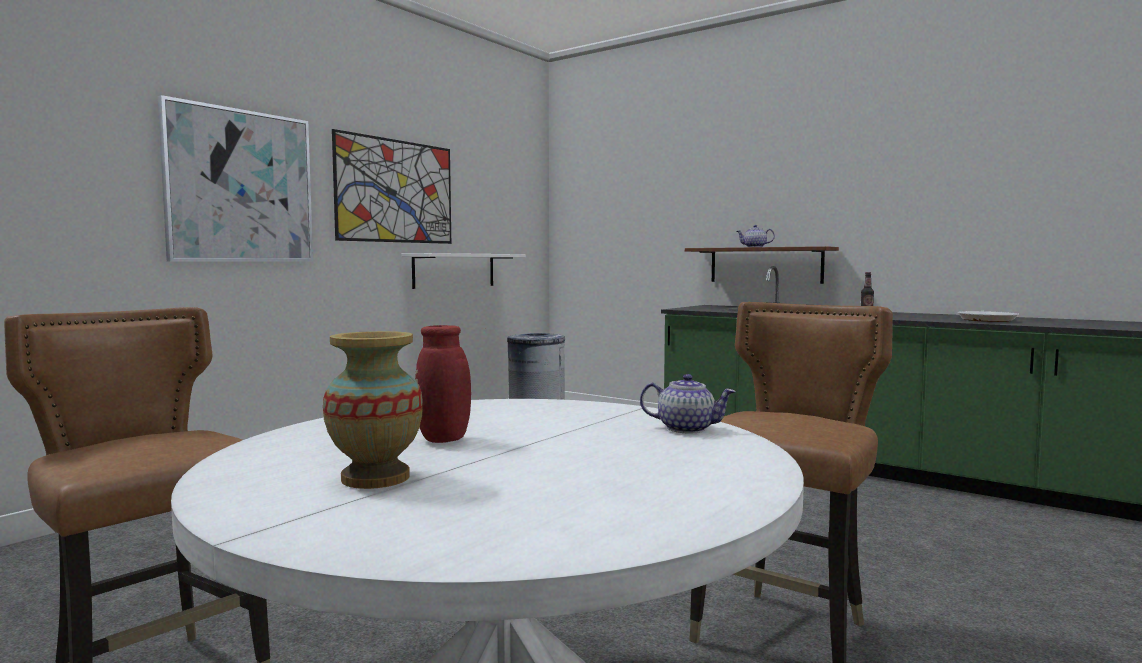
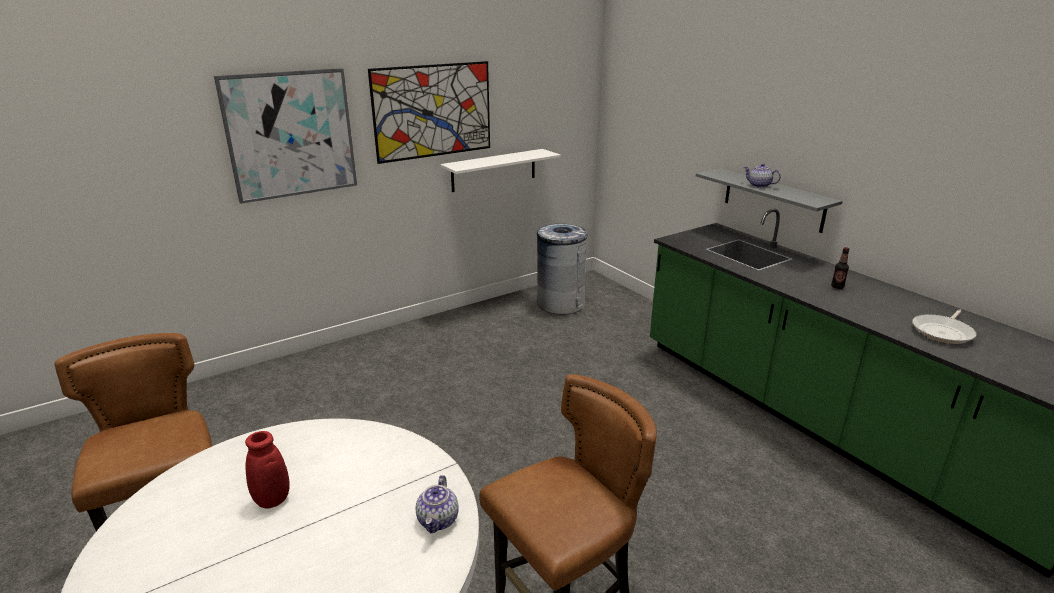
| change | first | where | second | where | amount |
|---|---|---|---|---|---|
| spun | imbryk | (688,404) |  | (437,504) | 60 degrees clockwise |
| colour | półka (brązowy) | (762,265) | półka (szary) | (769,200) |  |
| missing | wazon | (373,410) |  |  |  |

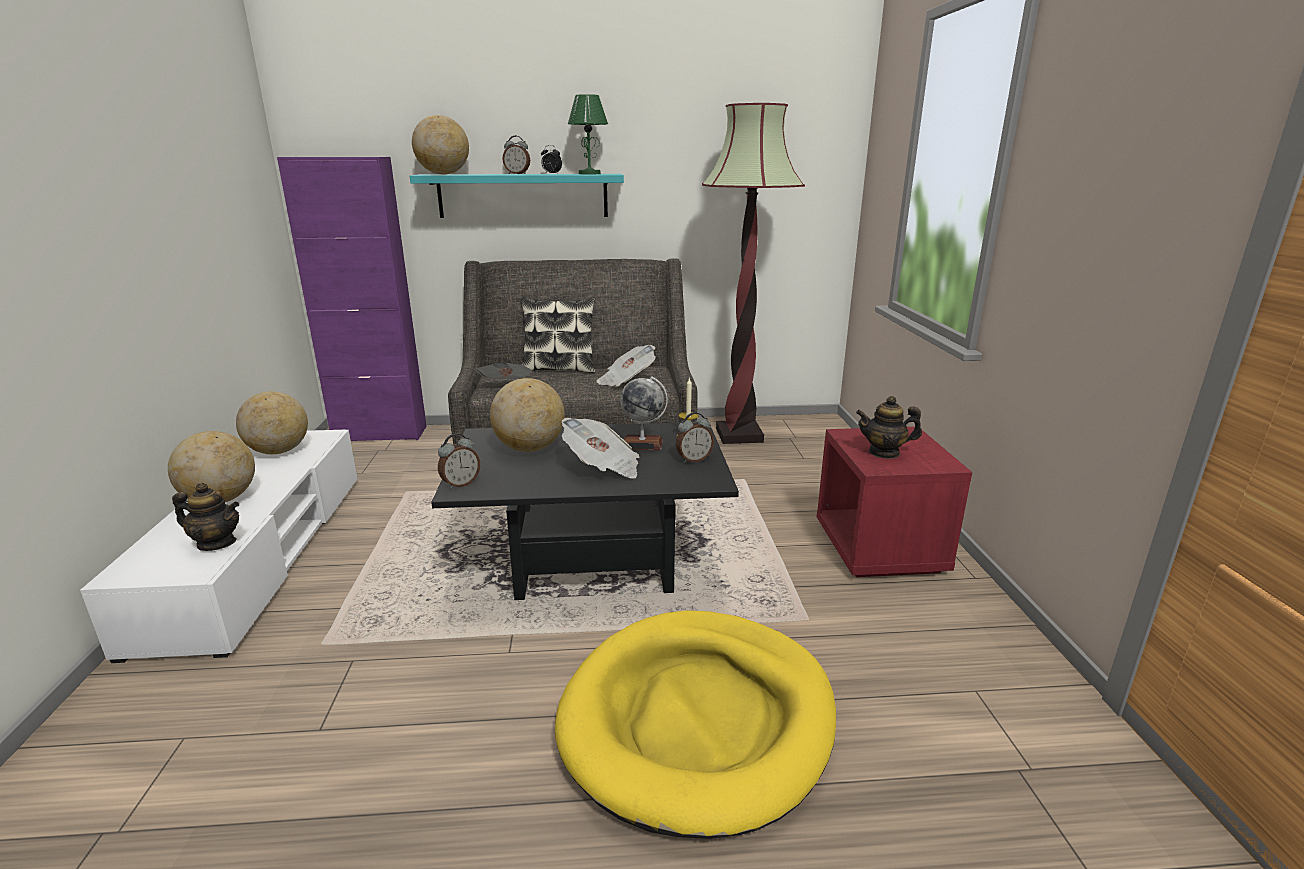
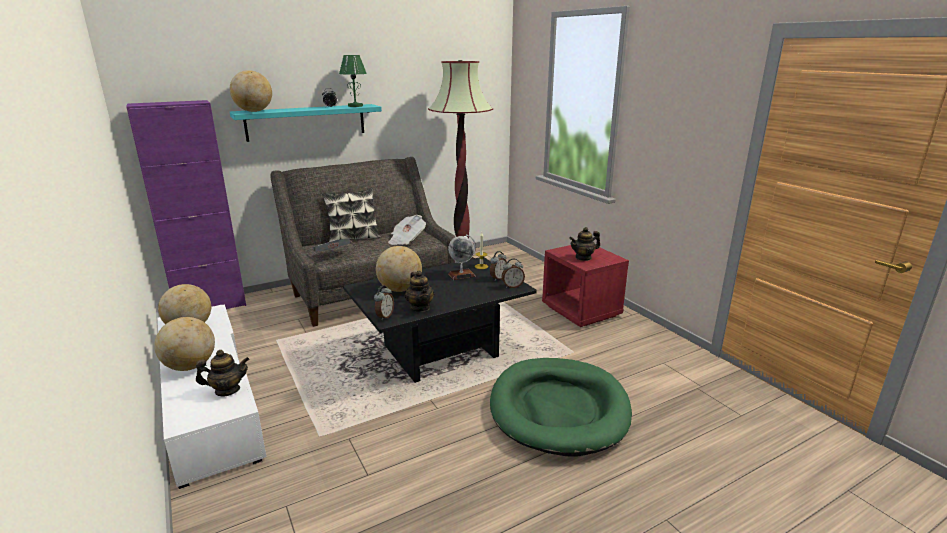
| change | first | where | second | where | amount |
|---|---|---|---|---|---|
| appeared |  |  | imbryk | (419,291) |  |
| colour | legowisko (żółty) | (695,724) | legowisko (zielony) | (561,407) |  |
| relocated | budzik | (516,155) |  | (513,273) |  |
| missing | gazeta | (600,448) |  |  |  |

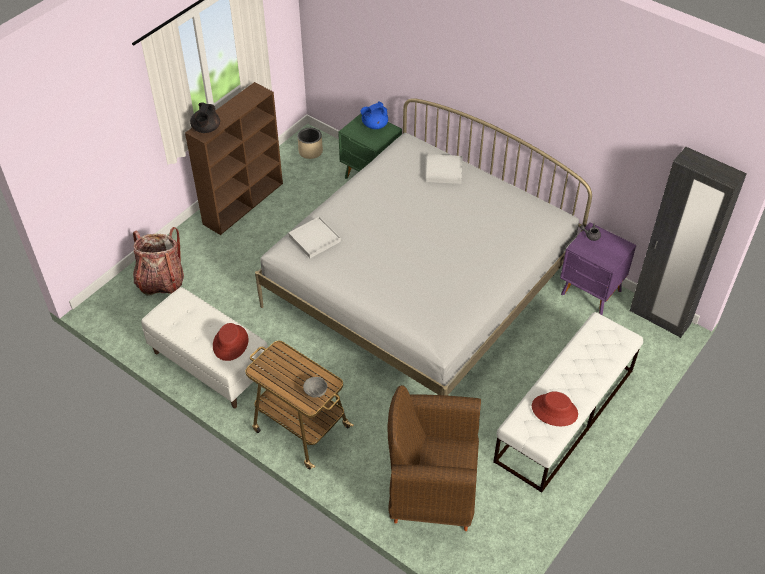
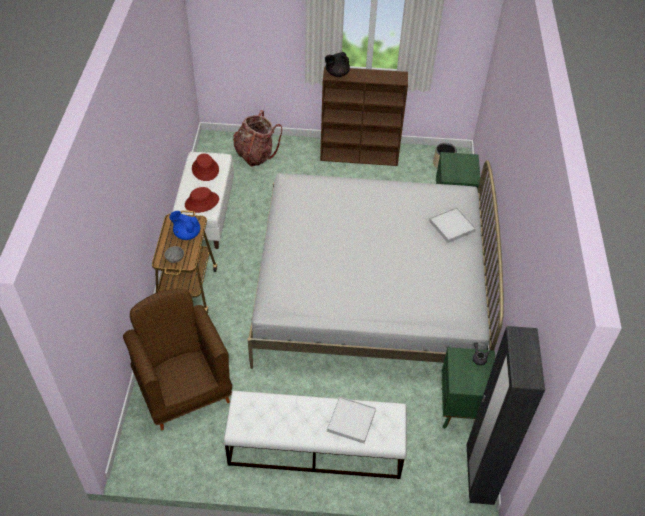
| change | first | where | second | where | amount |
|---|---|---|---|---|---|
| relocated | imbryk (niebieski) | (374,115) |  | (184,225) |  |
| relocated | kapelusz (czerwony) | (555,408) |  | (205,167) |  |
| relocated | taca (biały) | (314,237) |  | (351,419) |  |
| colour | szafka nocna (fioletowy) | (598,268) | szafka nocna (zielony) | (468,388) |  |

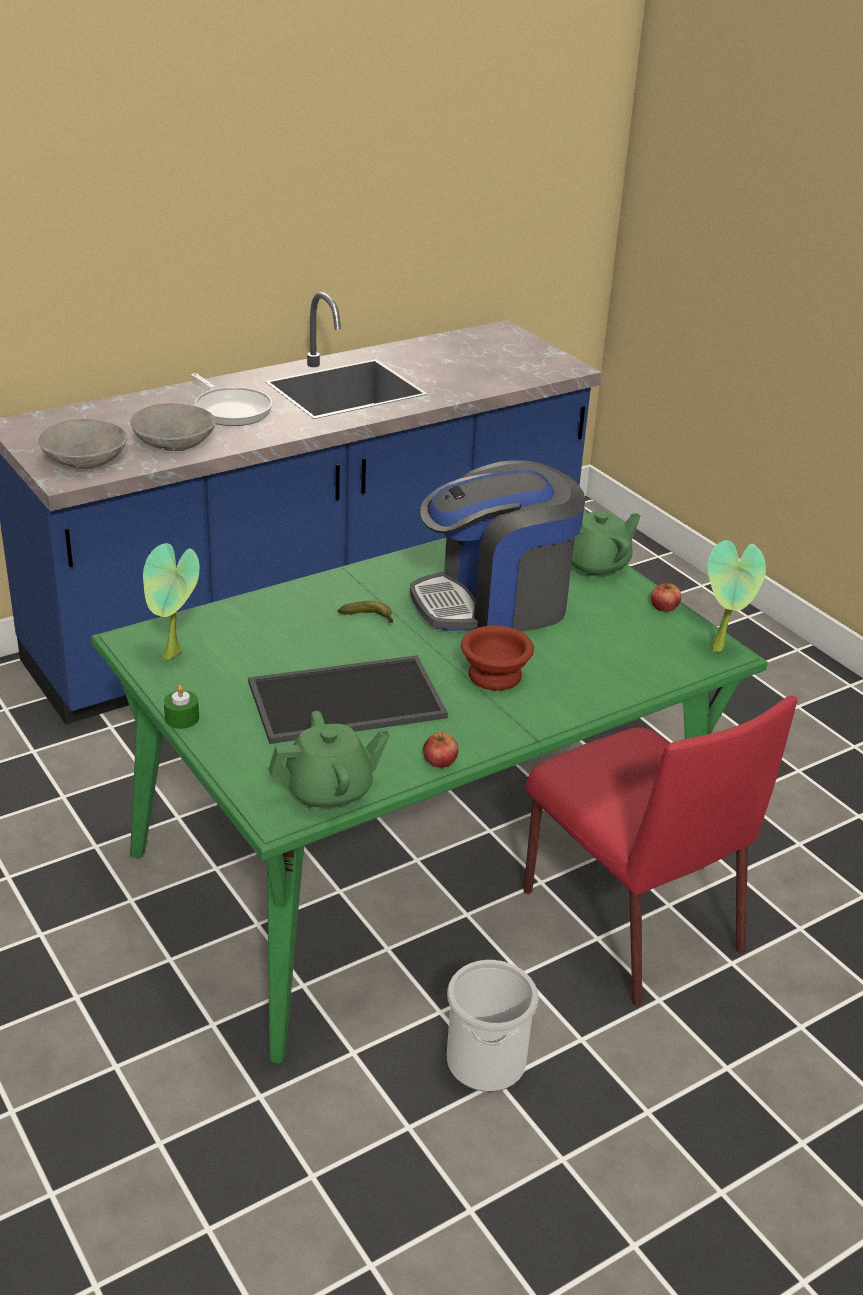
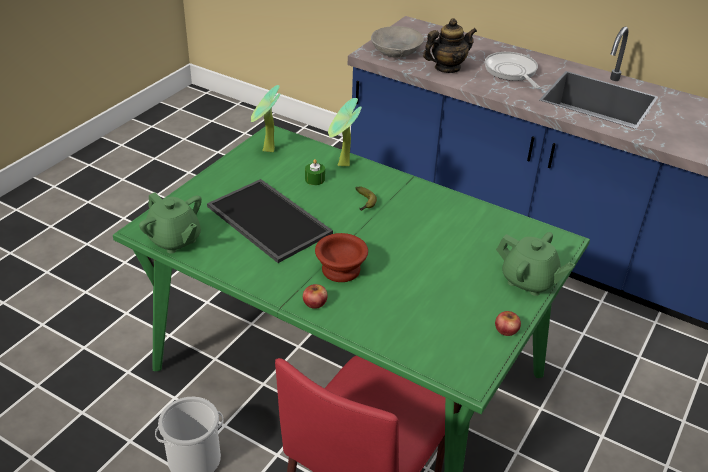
| change | first | where | second | where | amount |
|---|---|---|---|---|---|
| relocated | jabłko | (440,750) |  | (315,296) |  |
| relocated | świeca (zielony) | (181,707) |  | (315,172) |  |
| relocated | roślina doniczkowa | (736,596) |  | (345,132) |  |
| exchanged | miska (szary) | (173,427) | imbryk | (450,45) |  |
| spun | patelnia | (231,399) |  | (512,70) | 135 degrees clockwise |
| missing | ekspres do kawy | (497,546) |  |  |  |

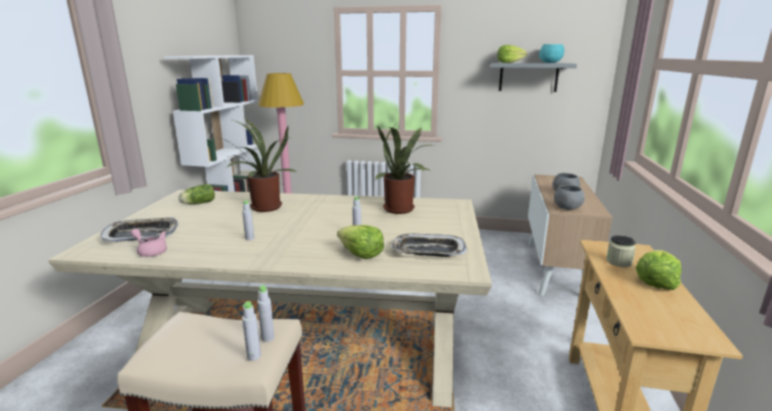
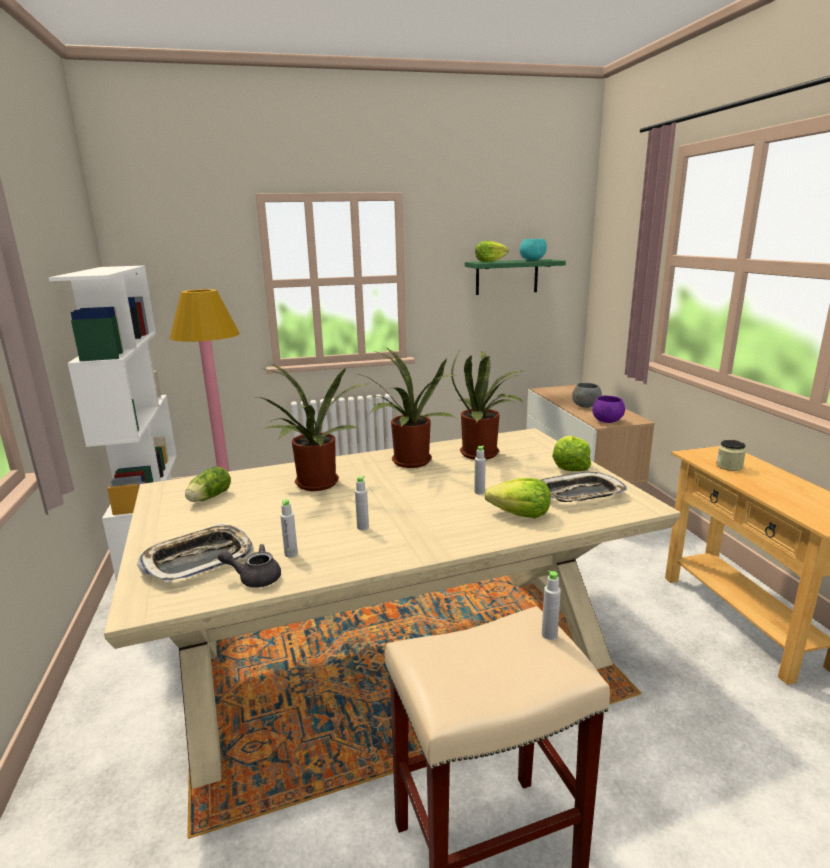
| change | first | where | second | where | amount |
|---|---|---|---|---|---|
| colour | imbryk (różowy) | (149,242) | imbryk (szary) | (249,566) |  |
| relocated | butelka (szary) | (251,331) |  | (289,528) |  |
| appeared |  |  | roślina doniczkowa | (407,408) |  |
| colour | półka (szary) | (533,77) | półka (zielony) | (515,277) |  |
| relocated | sałata | (659,270) |  | (571,453) |  |
| colour | miska (szary) | (569,197) | miska (fioletowy) | (608,409) |  |

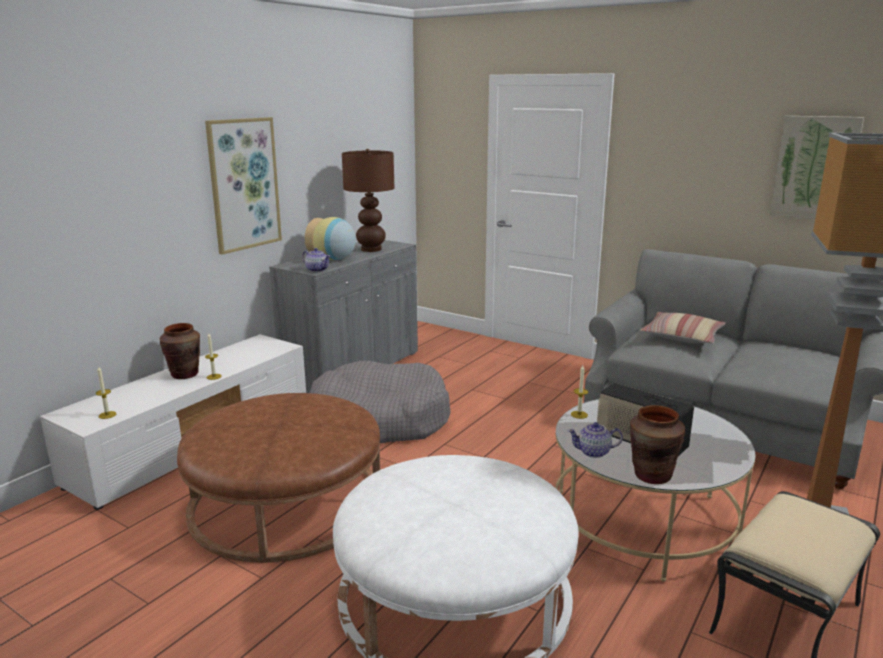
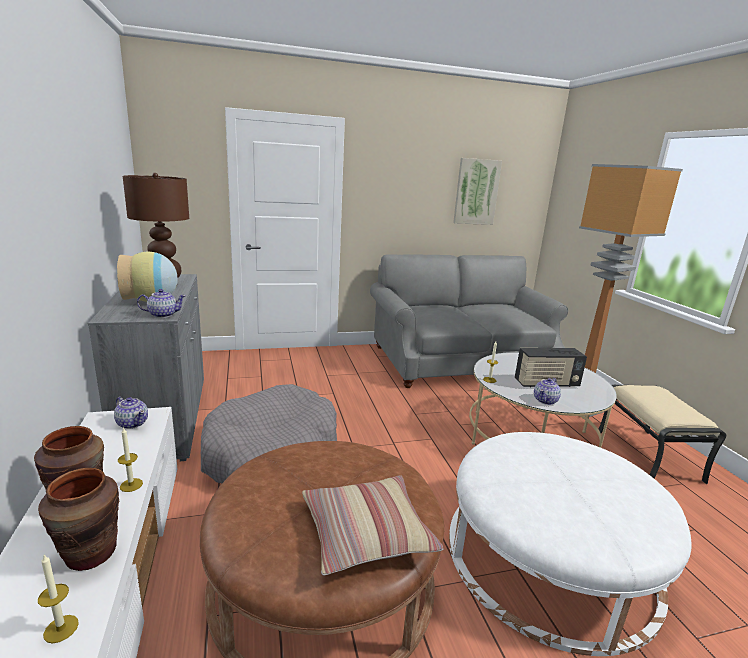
| change | first | where | second | where | amount |
|---|---|---|---|---|---|
| relocated | wazon (brązowy) | (658,444) |  | (78,519) |  |
| appeared |  |  | imbryk | (131,413) |  |
| relocated | poduszka | (683,328) |  | (372,525) |  |
| missing | obraz | (243,186) |  |  |  |

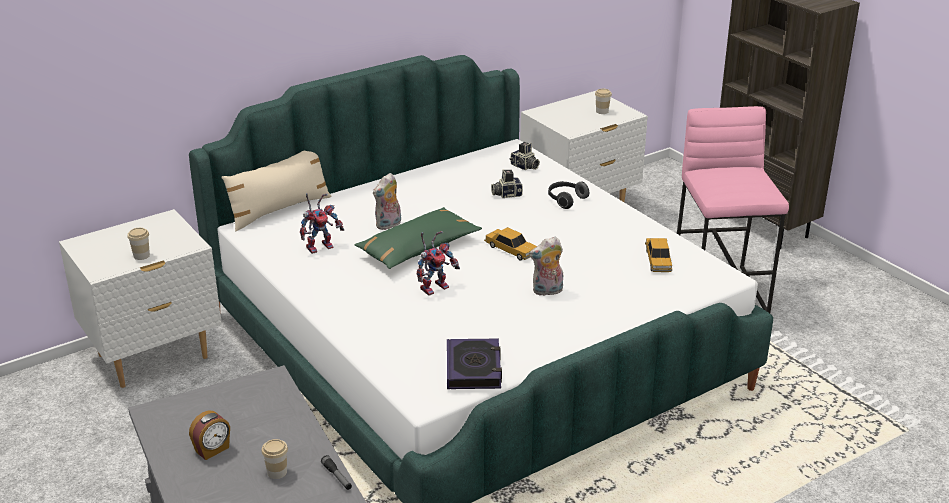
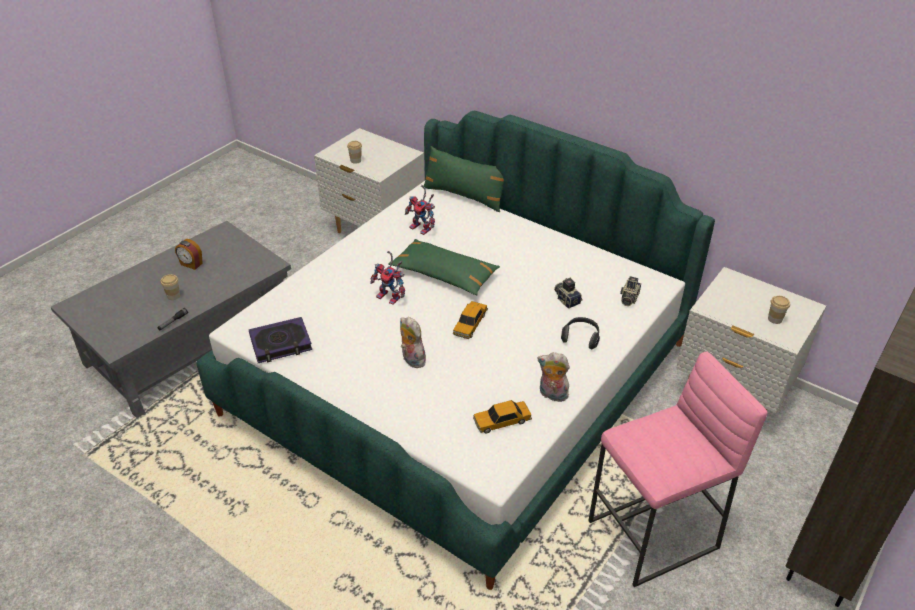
| change | first | where | second | where | amount |
|---|---|---|---|---|---|
| colour | poduszka (beżowy) | (277,191) | poduszka (zielony) | (463,179) |  |
| relocated | pluszak | (387,201) |  | (555,377) |  |

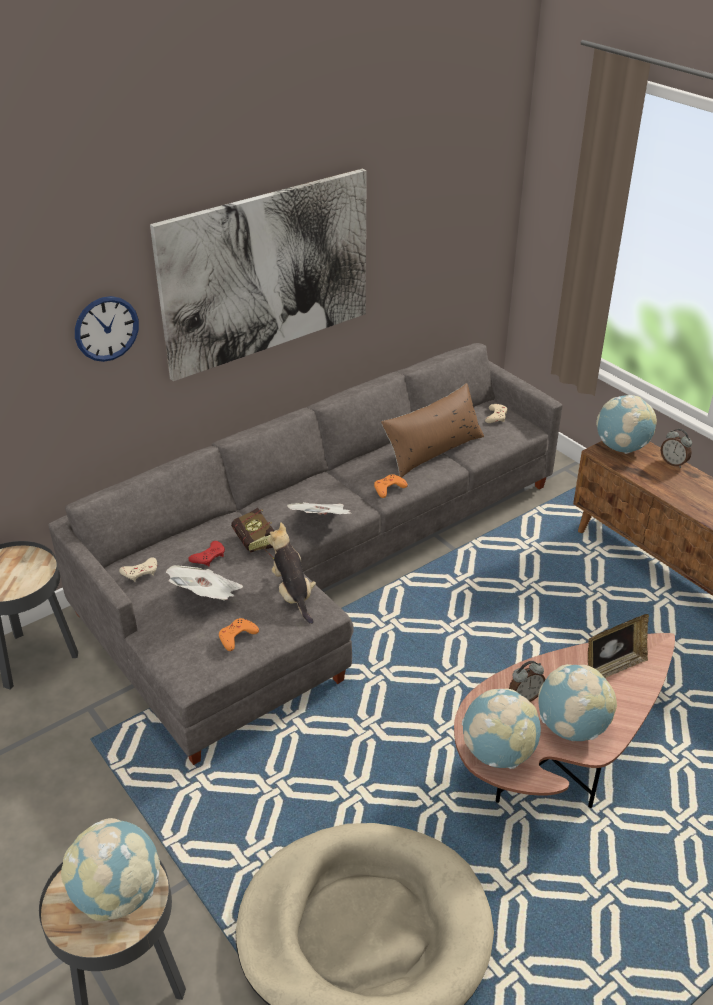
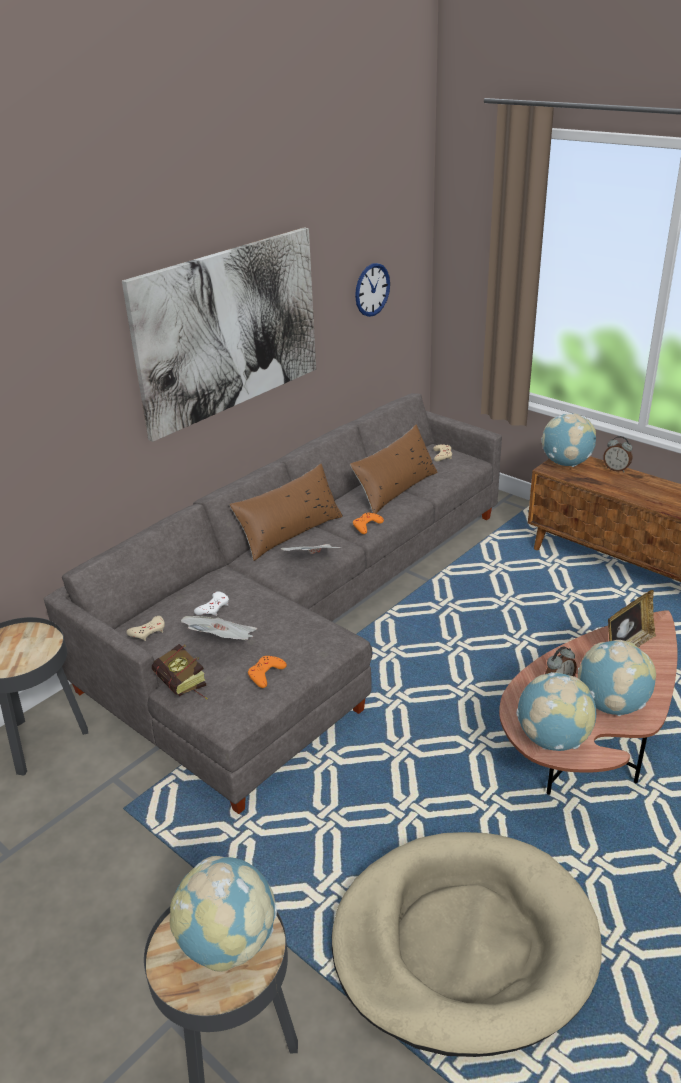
| change | first | where | second | where | amount |
|---|---|---|---|---|---|
| relocated | książka | (252,533) |  | (179,671) |  |
| colour | pad do gier (czerwony) | (206,553) | pad do gier (biały) | (211,604) |  |
| appeared |  |  | poduszka (brązowy) | (286,512) |  |
| relocated | zegar ścienny | (107,329) |  | (372,290) |  |
| missing | pluszak | (291,573) |  |  |  |

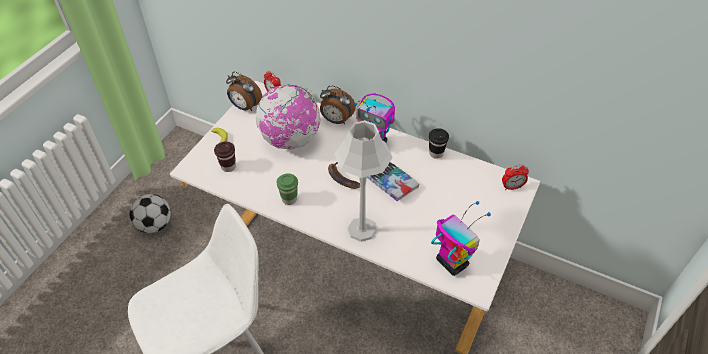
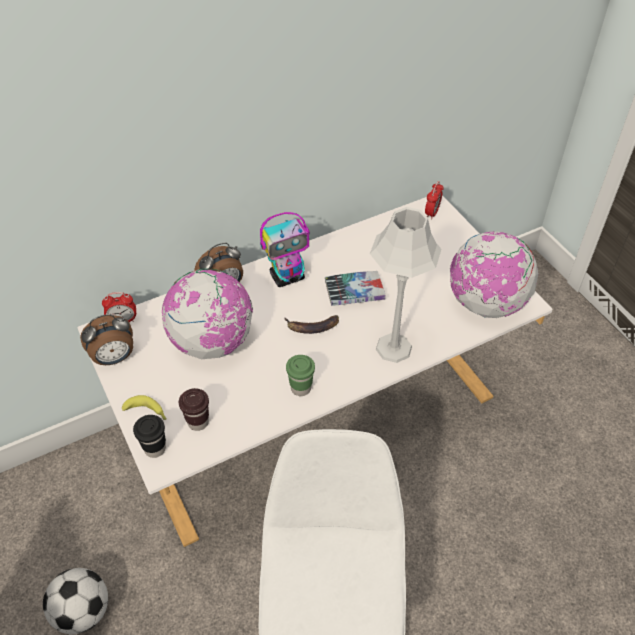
| change | first | where | second | where | amount |
|---|---|---|---|---|---|
| relocated | filiżanka (czarny) | (439,143) |  | (149,436) |  |
| exchanged | robot zabawkowy | (461,238) | globus | (494,275) |  |

